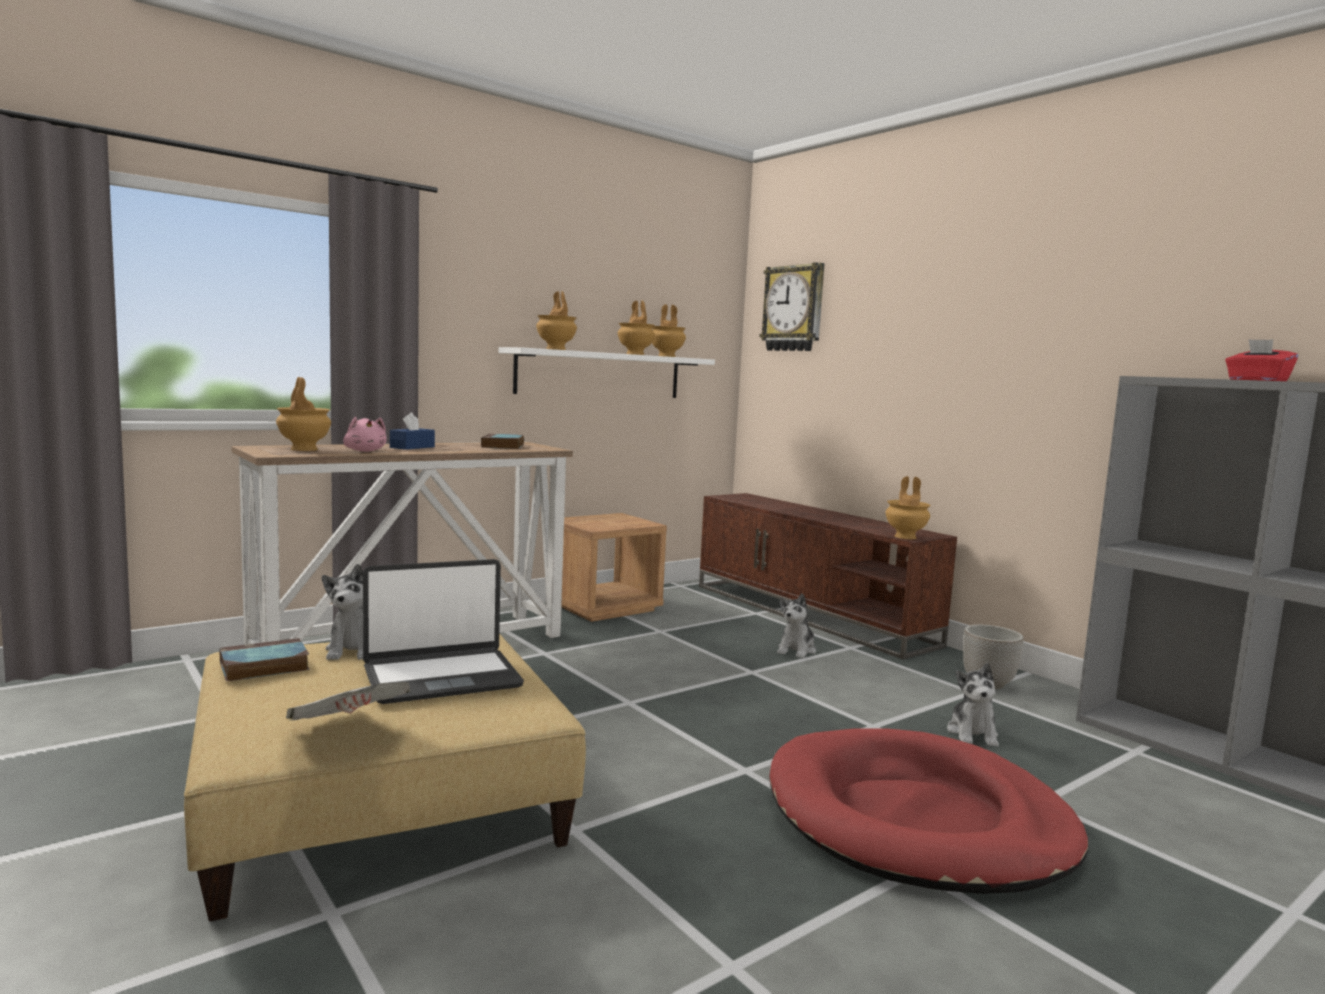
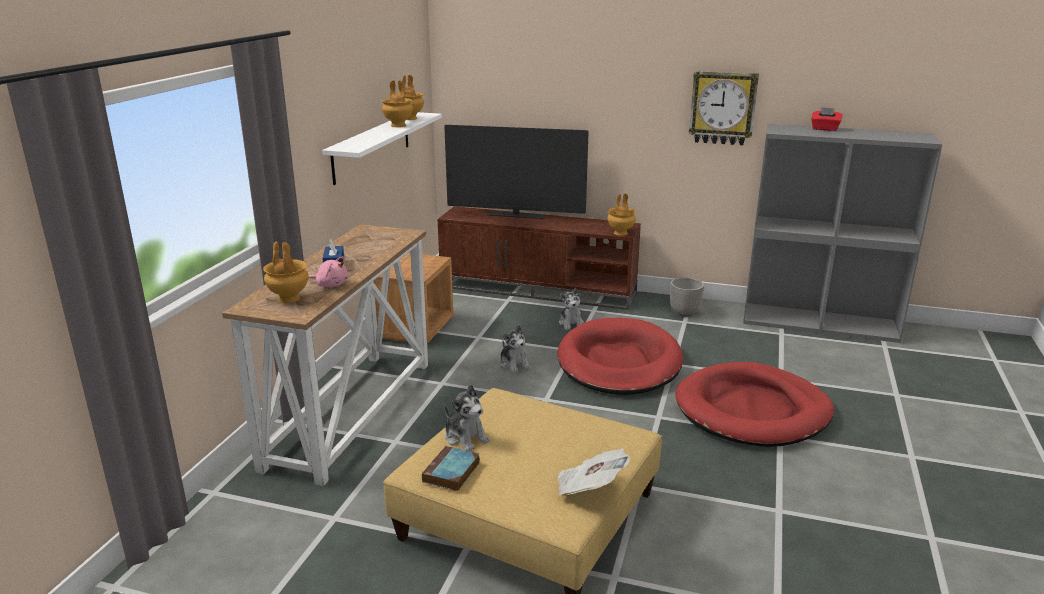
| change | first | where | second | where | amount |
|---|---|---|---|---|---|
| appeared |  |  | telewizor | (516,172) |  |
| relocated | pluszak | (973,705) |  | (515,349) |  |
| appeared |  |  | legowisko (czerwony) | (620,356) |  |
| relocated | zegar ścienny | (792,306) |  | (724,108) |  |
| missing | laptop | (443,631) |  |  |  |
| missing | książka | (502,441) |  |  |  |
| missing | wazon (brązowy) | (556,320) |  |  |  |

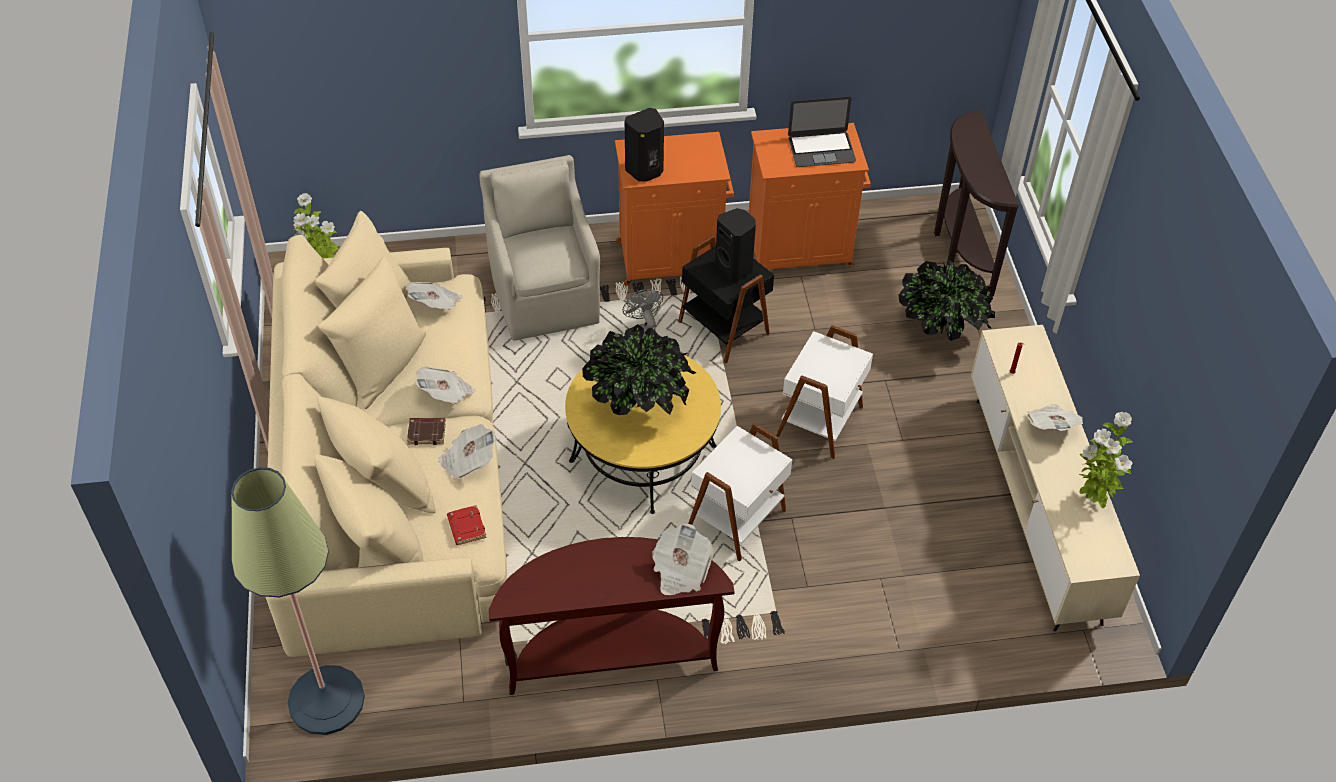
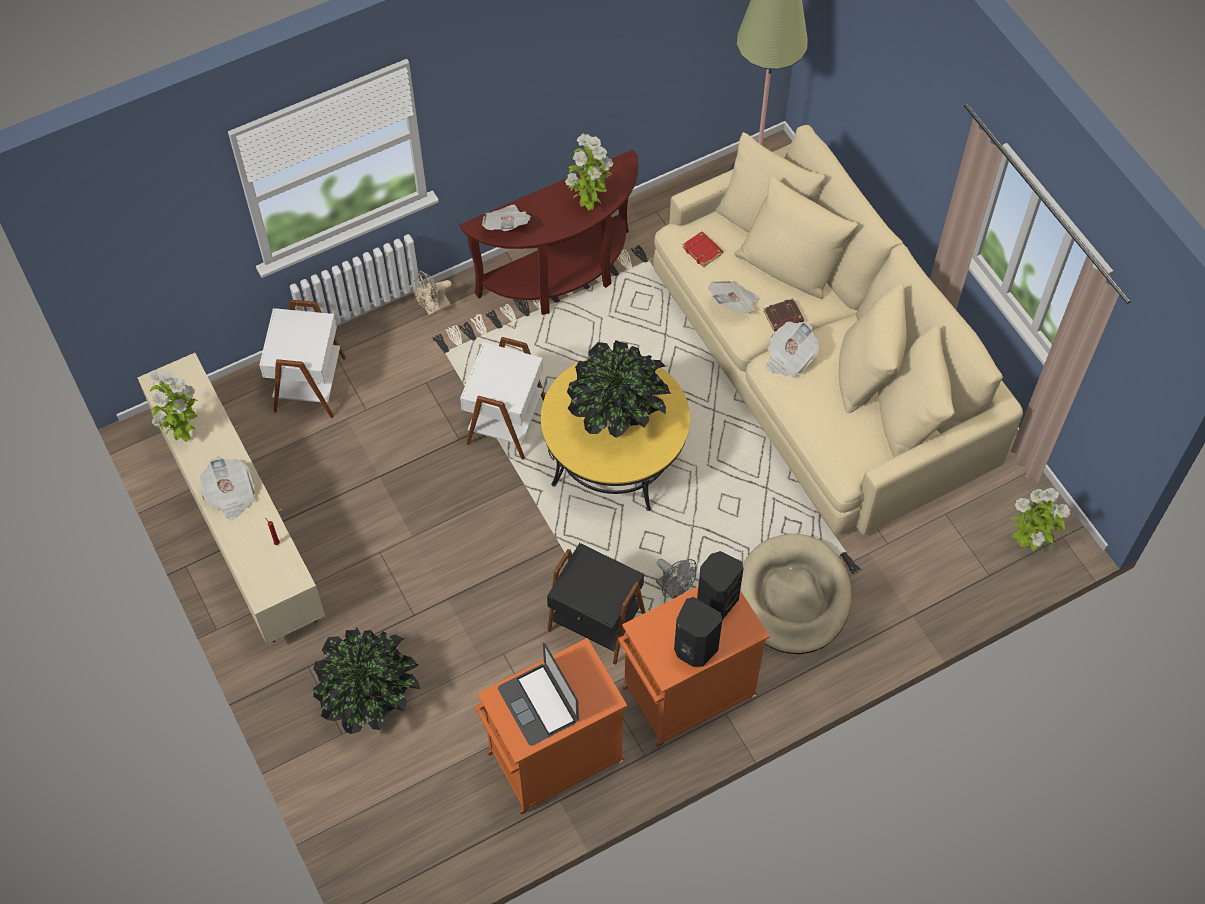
| change | first | where | second | where | amount |
|---|---|---|---|---|---|
| relocated | stolik (biały) | (824,392) |  | (302,359) |  |
| appeared |  |  | wentylator (beżowy) | (432,293) |  |
| spun | laptop | (822,132) |  | (538,694) | 90 degrees counterclockwise |
| appeared |  |  | roślina doniczkowa | (589,172) |  |
| relocated | głośnik (czarny) | (735,245) |  | (698,632) |  |
| exchanged | fotel (beżowy) | (539,247) | legowisko (beżowy) | (795,594) |  |
| missing | gazeta | (433,296) |  |  |  |
| missing | stolik konsolowy (brązowy) | (976,203) |  |  |  |

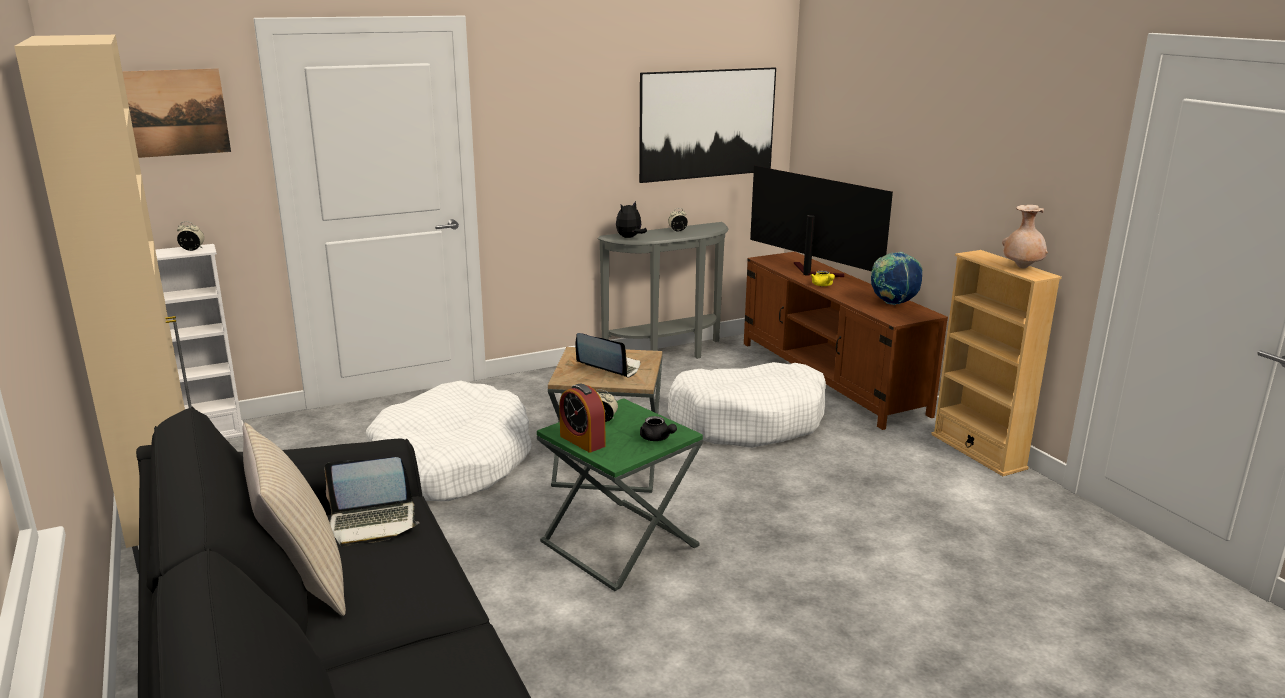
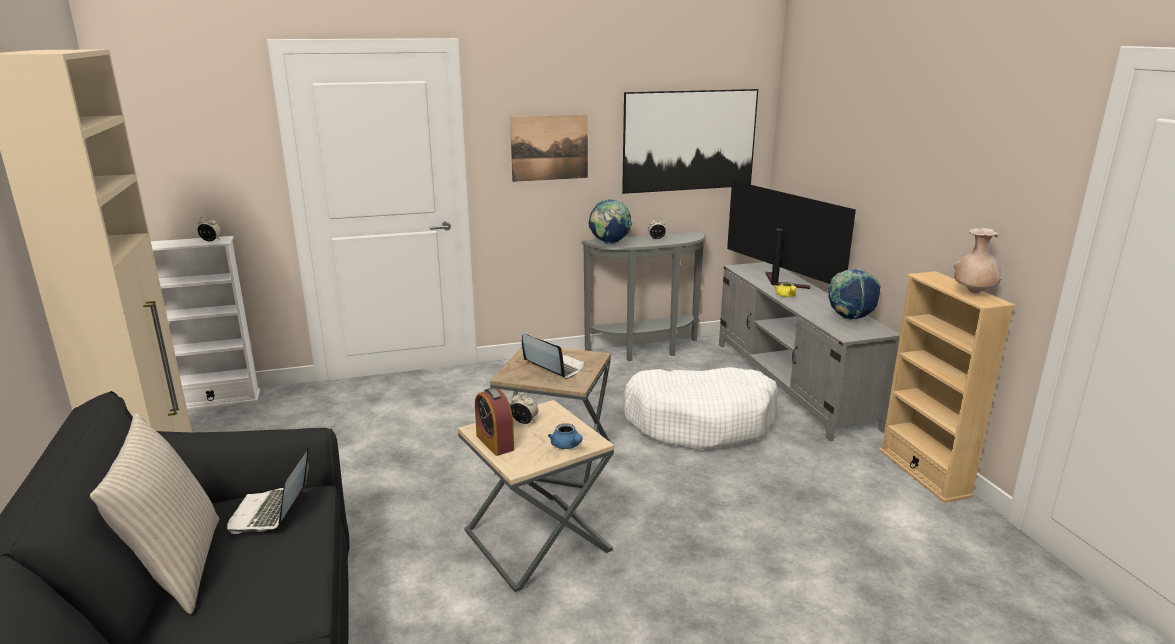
| change | first | where | second | where | amount |
|---|---|---|---|---|---|
| spun | laptop | (372,501) |  | (268,490) | 90 degrees clockwise |
| colour | stolik (zielony) | (620,494) | stolik (beżowy) | (536,496) |  |
| relocated | obraz | (176,113) |  | (549,148) |  |
| colour | imbryk (czarny) | (658,428) | imbryk (niebieski) | (565,436) |  |
| exchanged | pluszak | (631,219) | globus | (610,221) |  |
| colour | szafka pod telewizor (brązowy) | (846,341) | szafka pod telewizor (szary) | (809,351) |  |
| missing | legowisko (biały) | (449,441) |  |  |  |

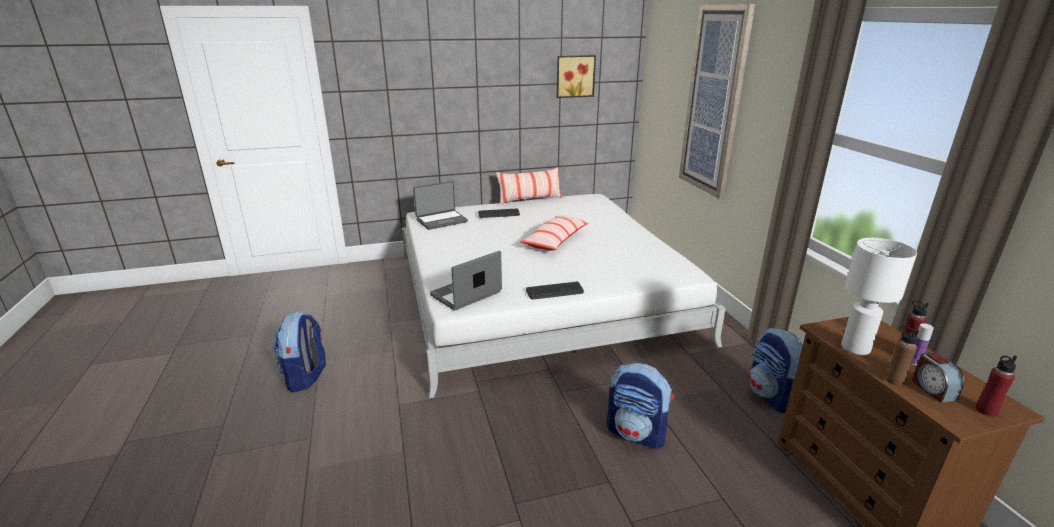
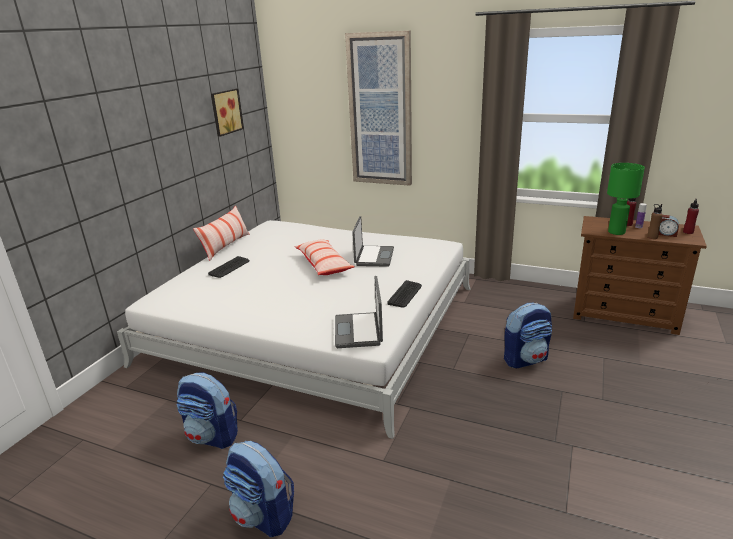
| change | first | where | second | where | amount |
|---|---|---|---|---|---|
| relocated | plecak | (775,371) |  | (207,411) |  |
| relocated | laptop | (440,205) |  | (373,241) |  |
| colour | lampa stołowa (biały) | (879,296) | lampa stołowa (zielony) | (626,199) |  |

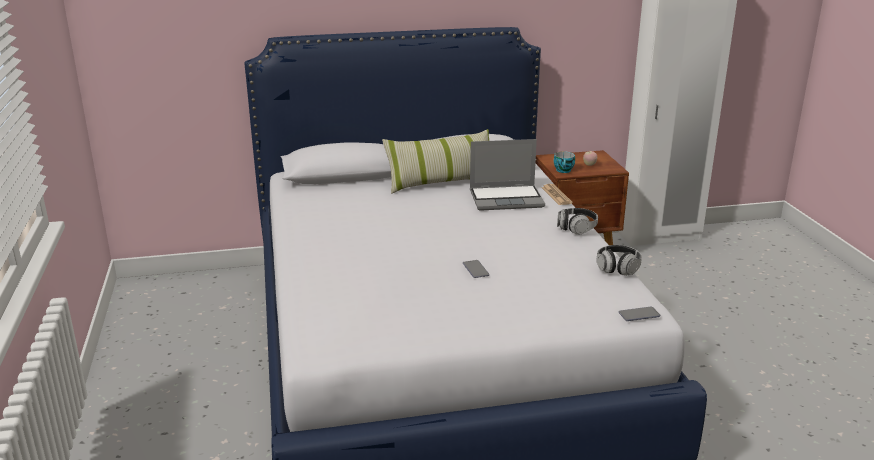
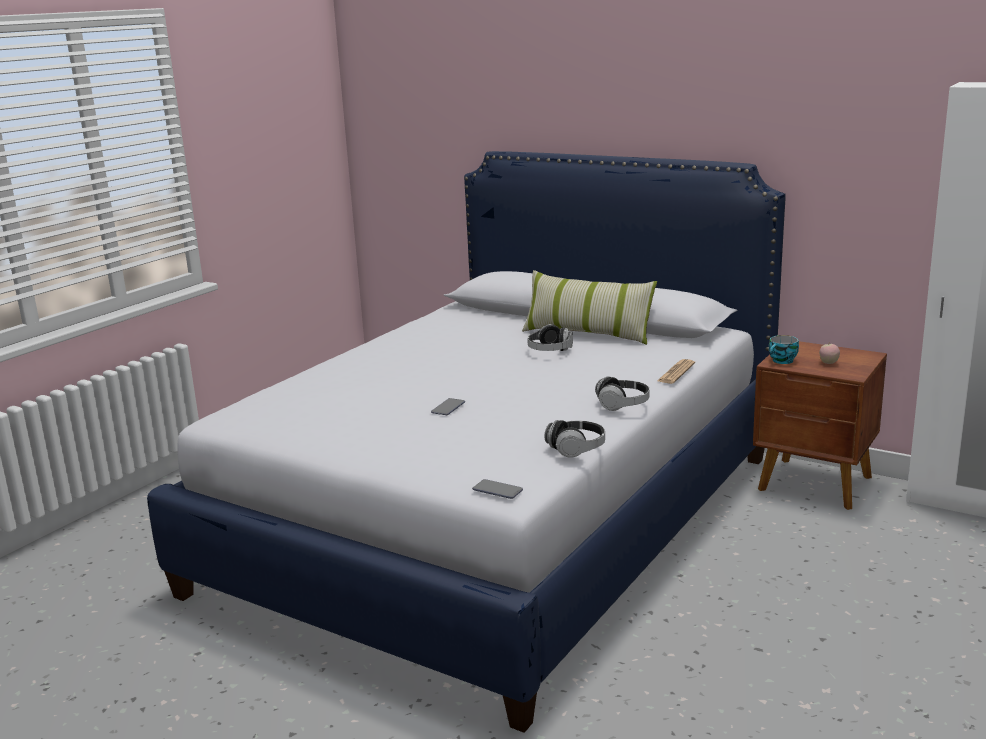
| change | first | where | second | where | amount |
|---|---|---|---|---|---|
| appeared |  |  | słuchawki | (550,337) |  |
| missing | laptop | (507,175) |  |  |  |

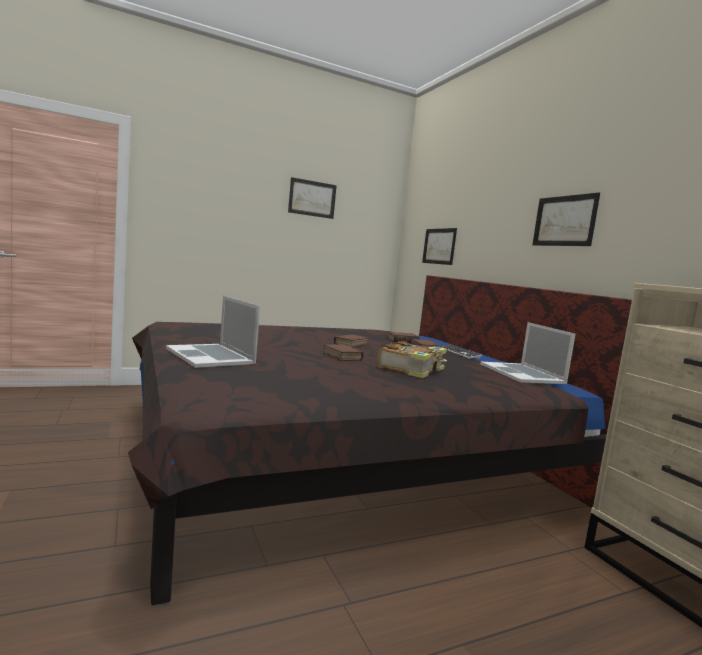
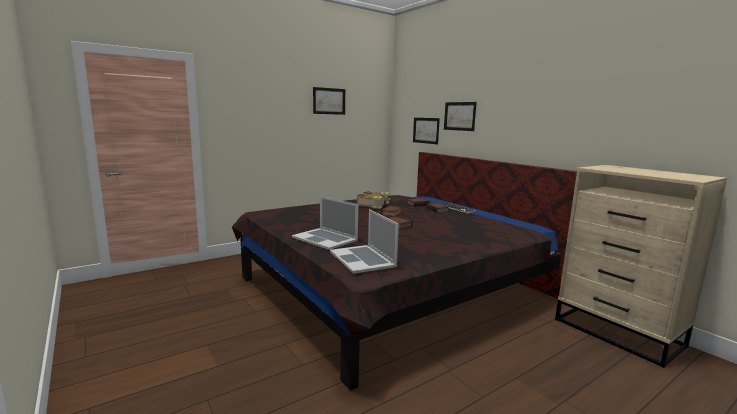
| change | first | where | second | where | amount |
|---|---|---|---|---|---|
| relocated | laptop | (527,353) |  | (364,241) |  |
| relocated | książka | (412,359) |  | (373,200) |  |
| relocated | obraz | (566,219) |  | (460,116) |  |

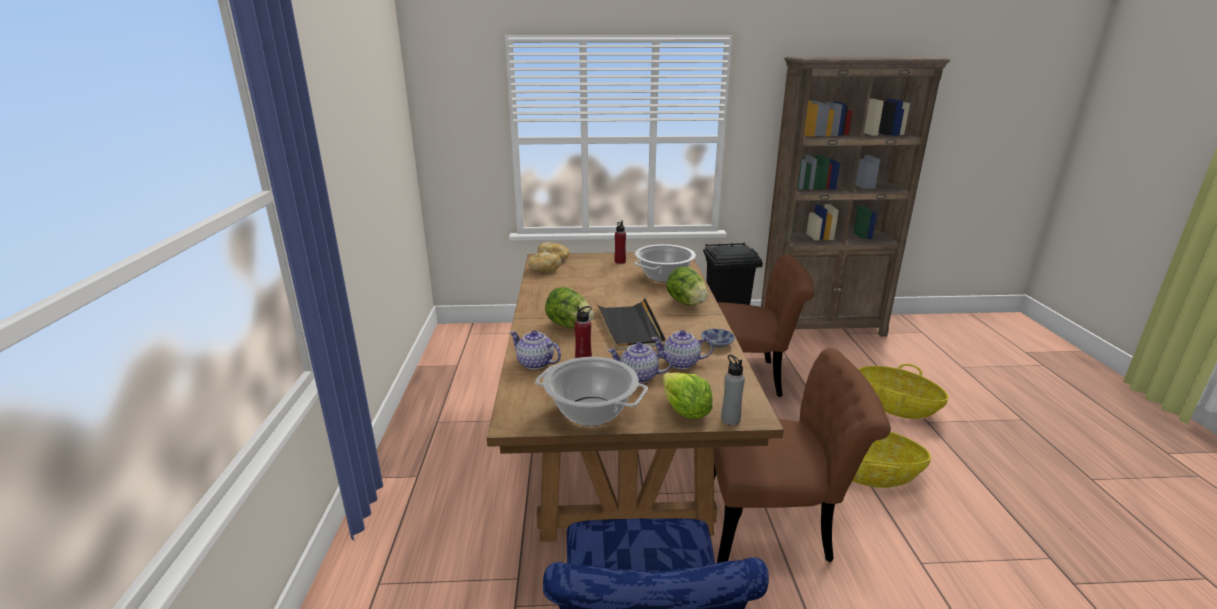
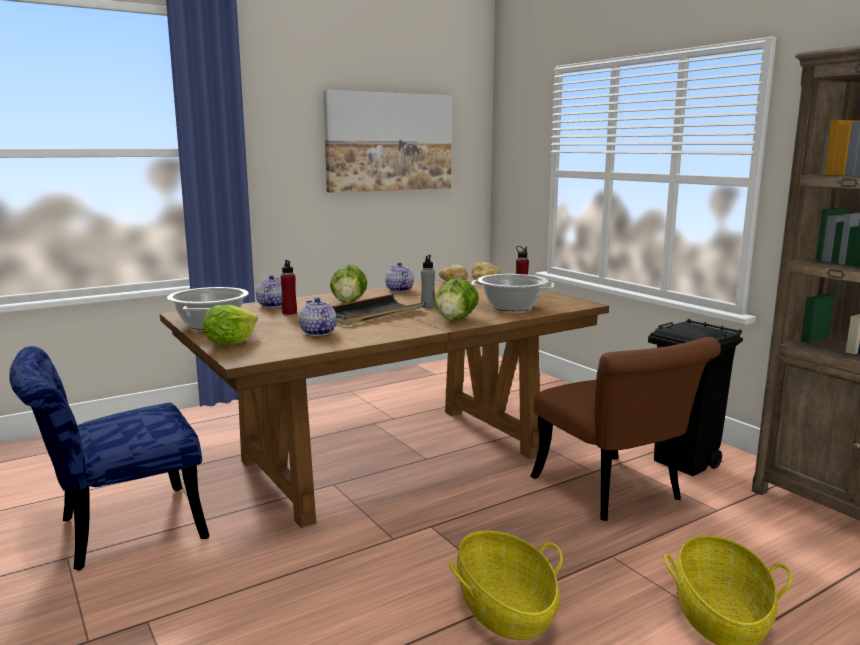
| change | first | where | second | where | amount |
|---|---|---|---|---|---|
| appeared |  |  | obraz | (387,141) |  |
| relocated | imbryk | (640,362) |  | (399,277) |  |
| relocated | butelka (szary) | (733,389) |  | (428,281) |  |
| missing | miska | (718,338) |  |  |  |
| missing | krzesło (brązowy) | (802,455) |  |  |  |

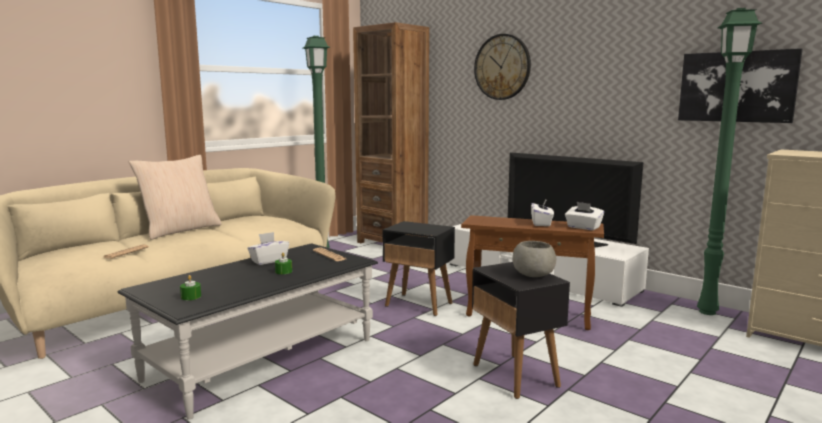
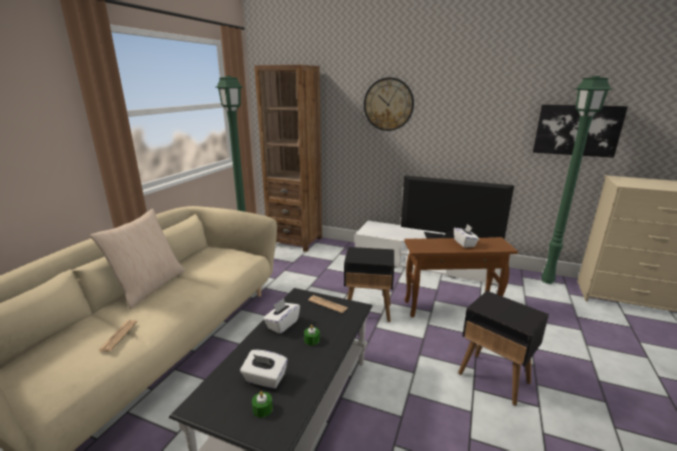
| change | first | where | second | where | amount |
|---|---|---|---|---|---|
| relocated | pudełko chusteczek (biały) | (584,216) |  | (264,369) |  |
| missing | miska (szary) | (534,259) |  |  |  |

